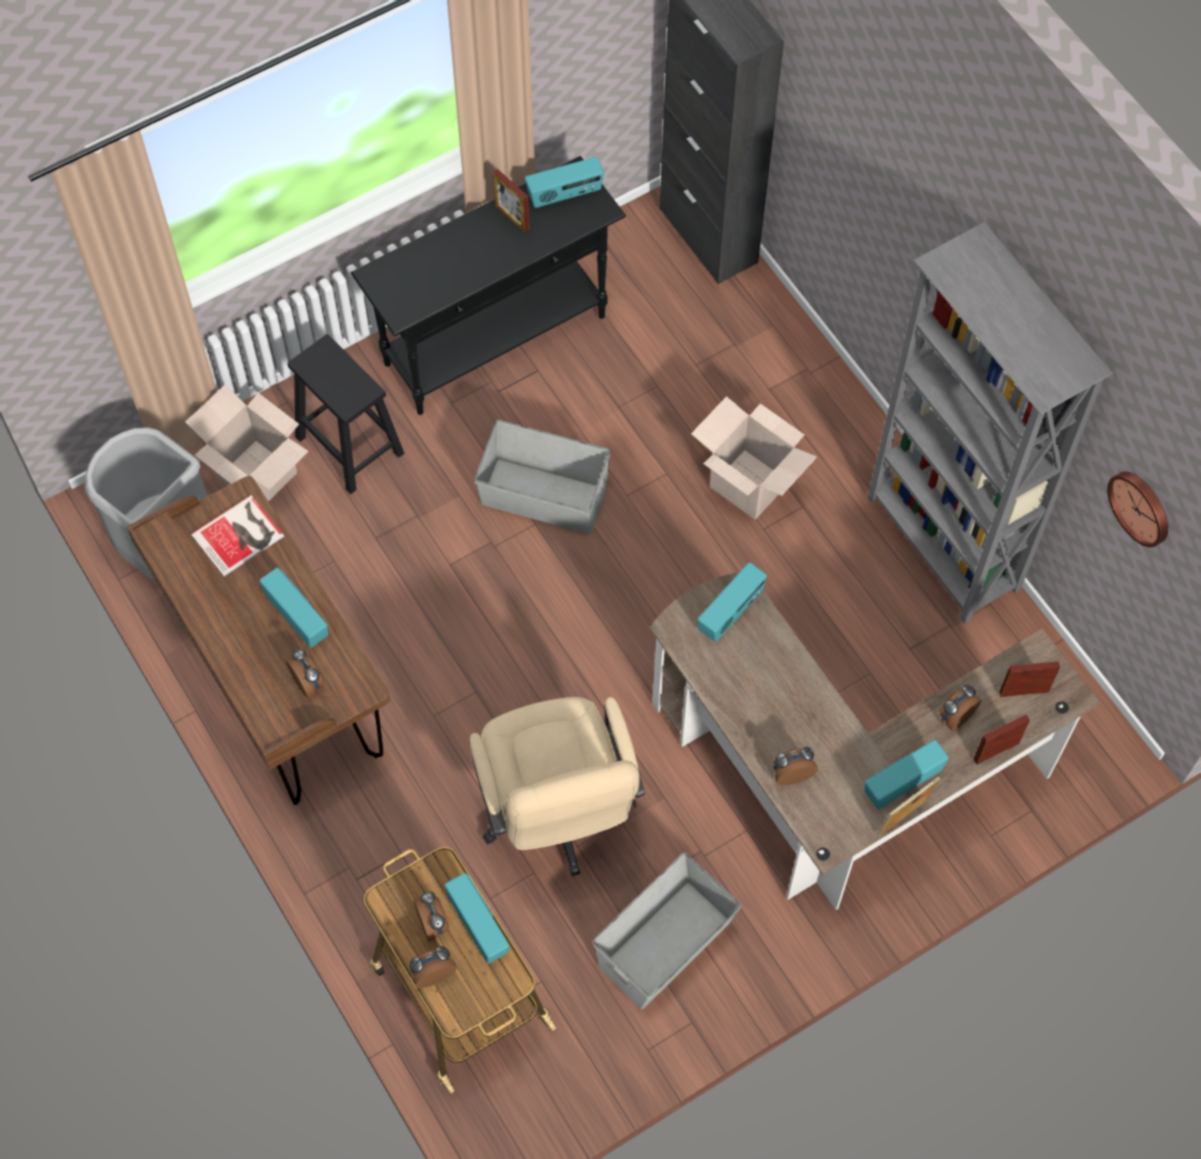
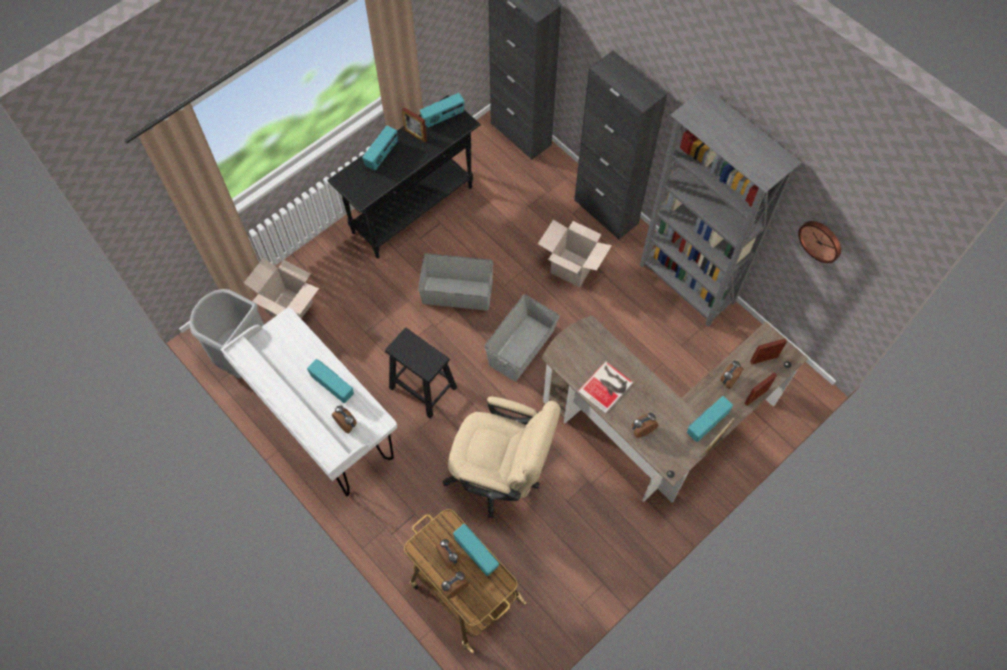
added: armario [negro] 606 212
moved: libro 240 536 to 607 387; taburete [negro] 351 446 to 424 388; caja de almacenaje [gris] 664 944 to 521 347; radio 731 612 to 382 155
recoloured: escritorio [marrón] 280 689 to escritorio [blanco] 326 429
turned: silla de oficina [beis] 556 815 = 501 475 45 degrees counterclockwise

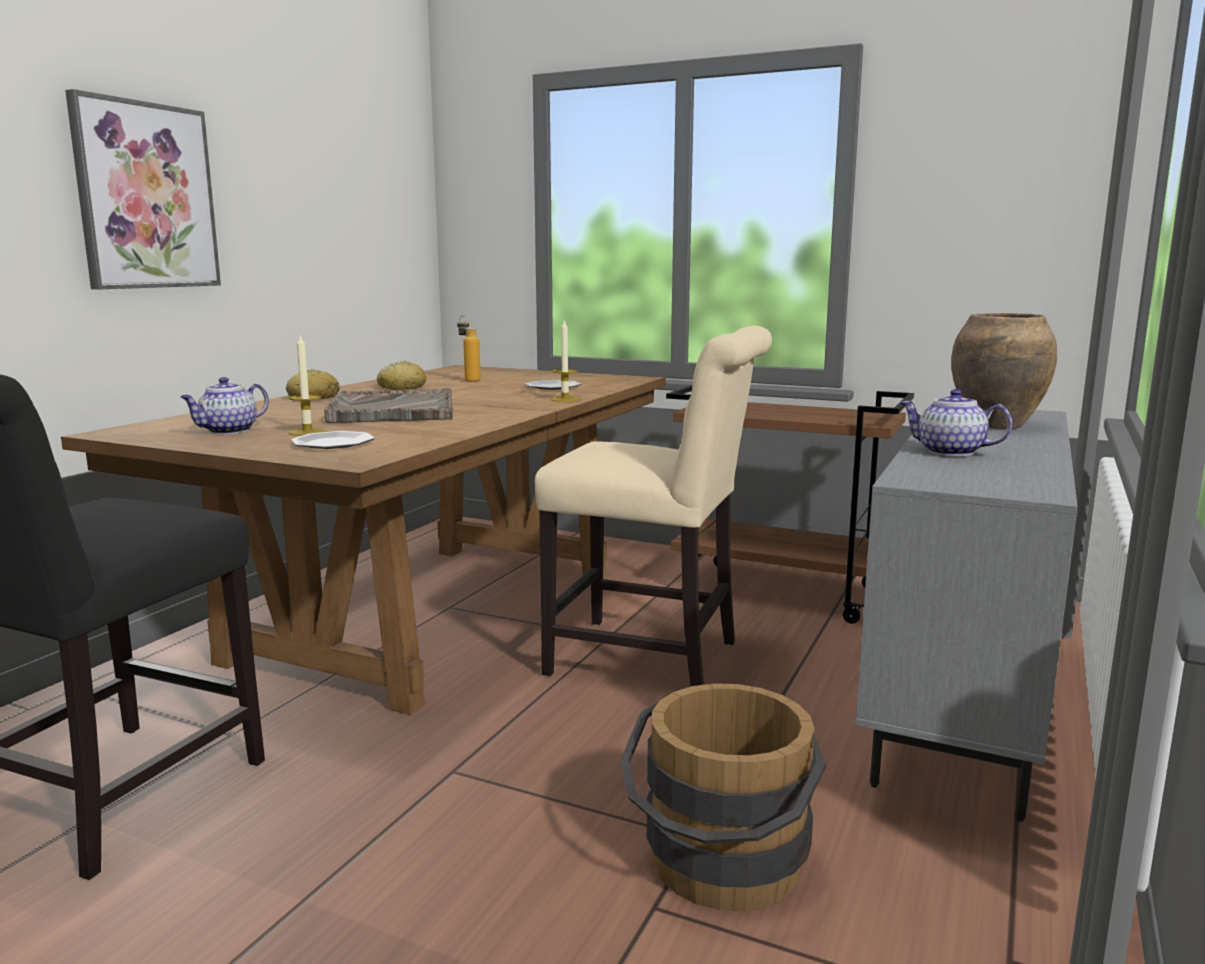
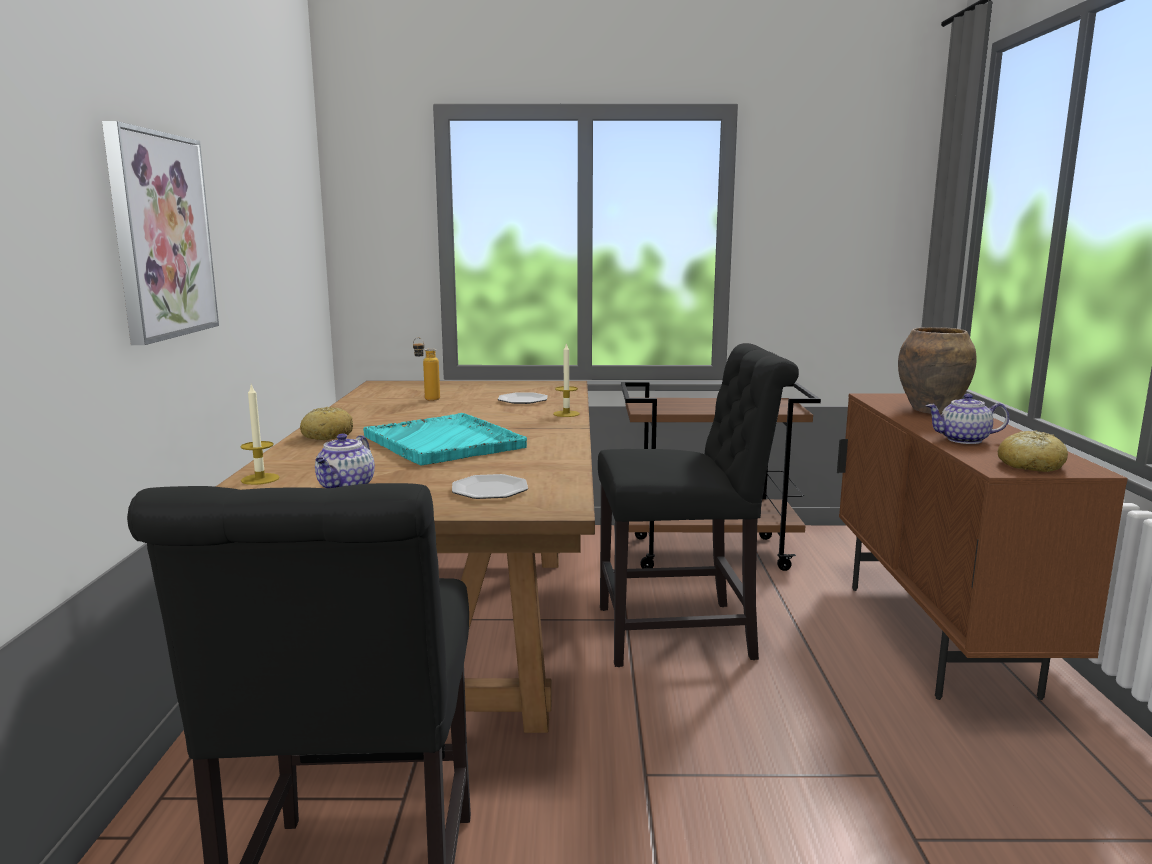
removed: cubo [marrón] 720 870
moved: vela 307 432 to 260 479; pan 401 388 to 1030 465
recoloured: bandeja [gris] 392 410 to bandeja [turquesa] 443 442; silla [beis] 653 660 to silla [negro] 684 633; armario [gris] 959 725 to armario [marrón] 935 637

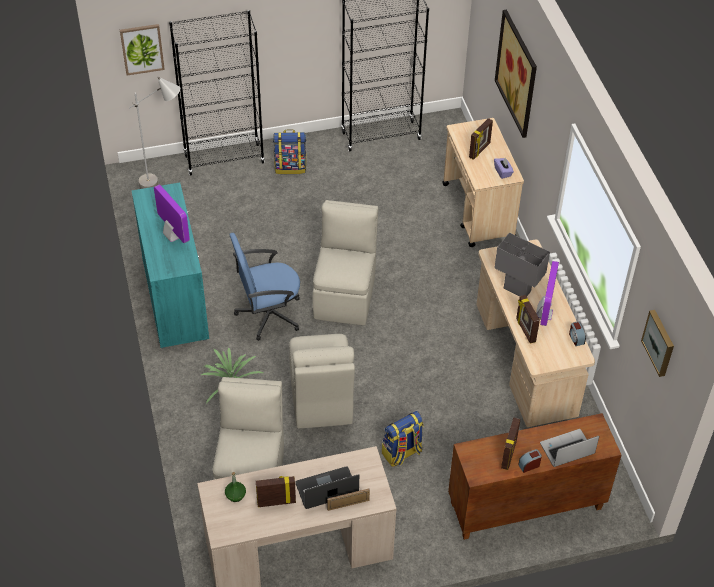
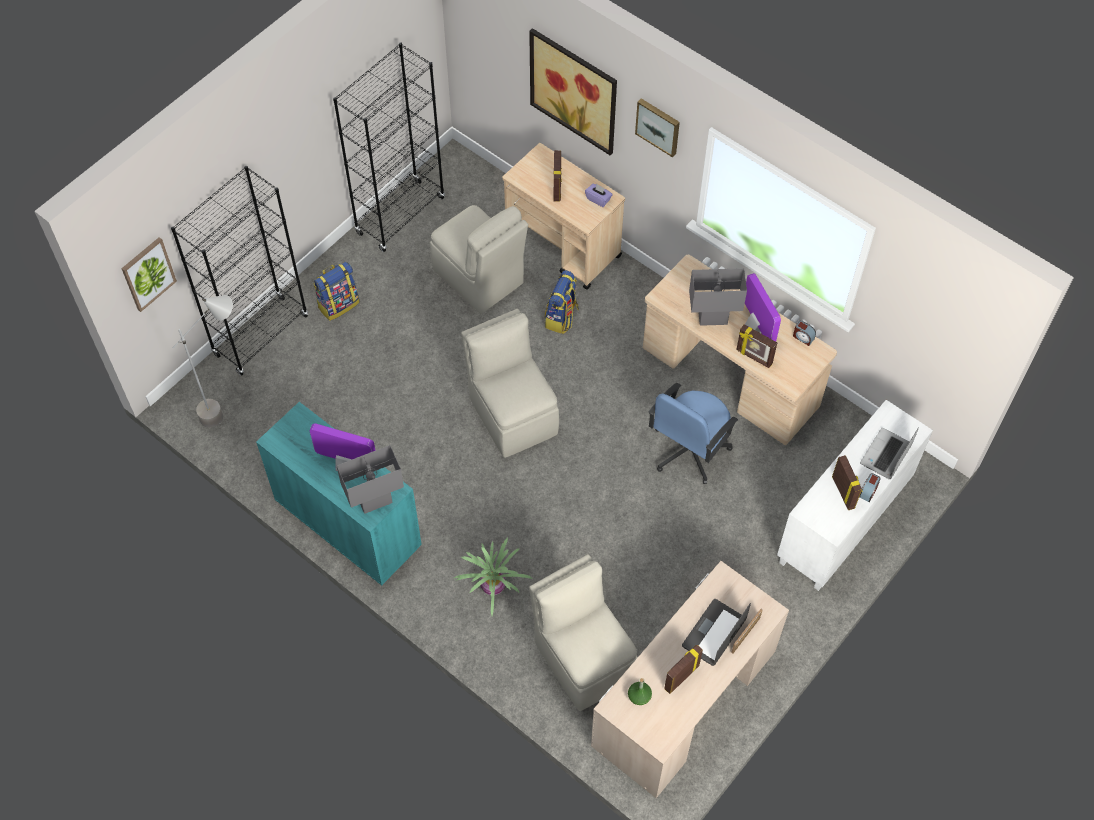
added: lámpara de mesa [gris] 375 502
moved: silla de oficina [azul] 268 314 to 688 450; silla [beis] 321 400 to 479 278; mochila 402 453 to 562 318; cuadro 659 342 to 658 126
recoloured: armario [marrón] 525 507 to armario [blanco] 843 524

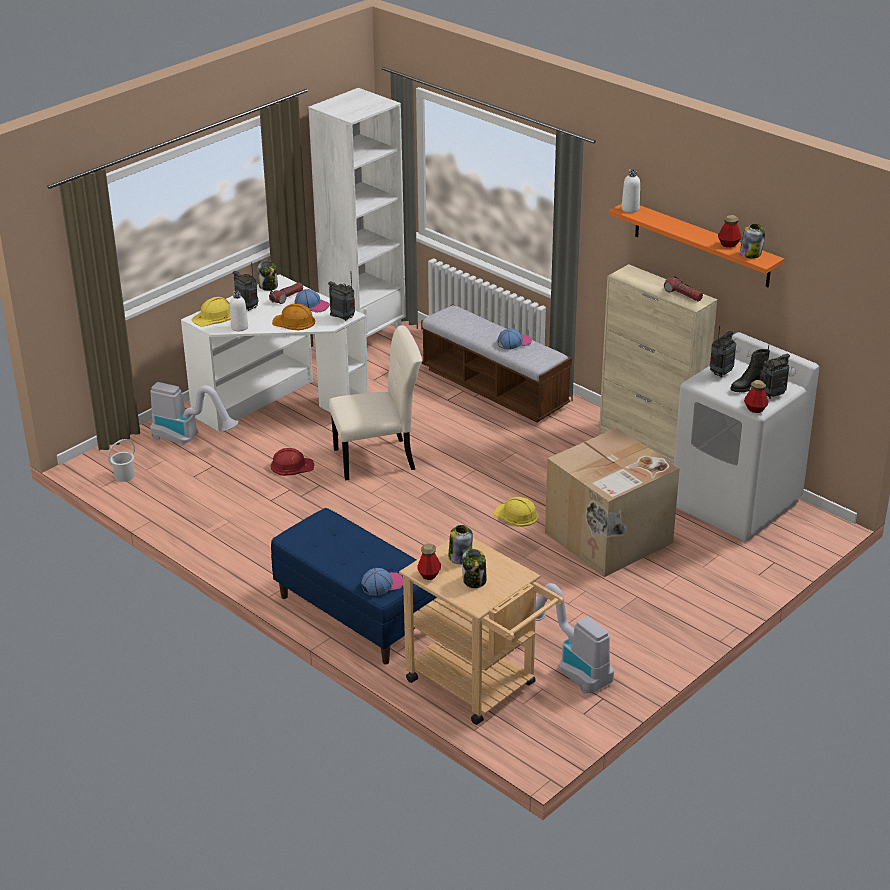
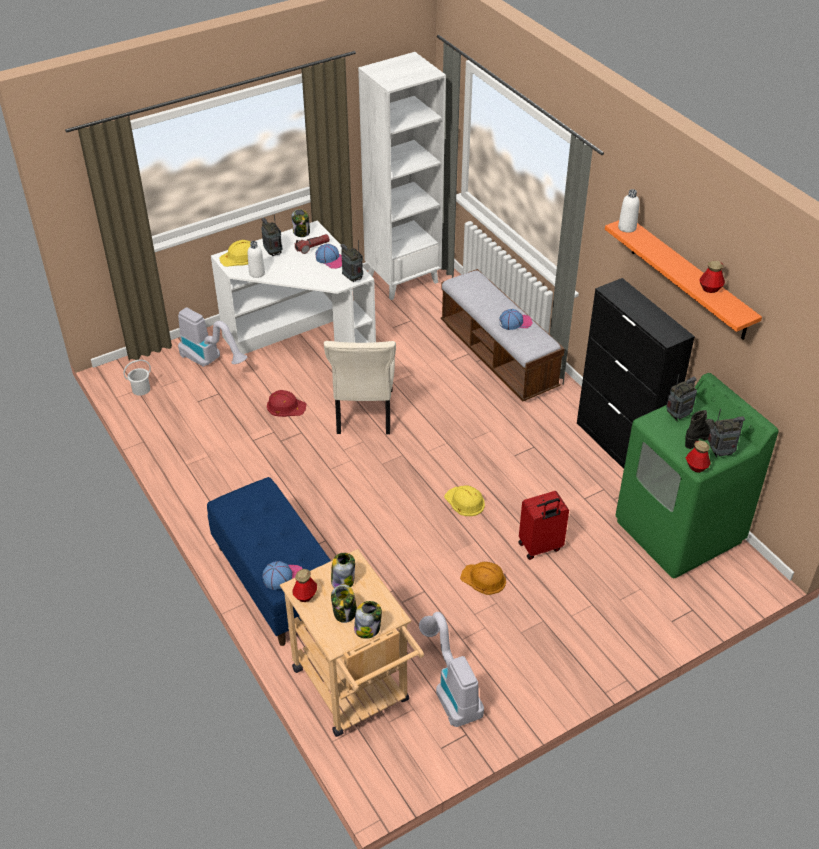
removed: linterna 683 294
moved: casco [naranja] 294 321 to 484 579; tarro 750 254 to 368 628
replaced: caja de cartón 608 539 to maleta [rojo] 540 547
recoloured: armario [beis] 650 445 to armario [negro] 619 447; lavadora [blanco] 736 503 to lavadora [verde] 679 532
turned: silla [beis] 378 459 = 364 414 90 degrees clockwise; bota [negro] 748 386 = 699 437 150 degrees clockwise

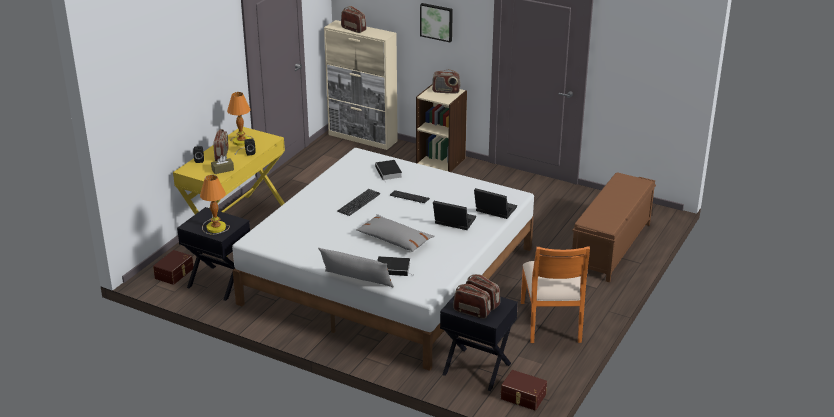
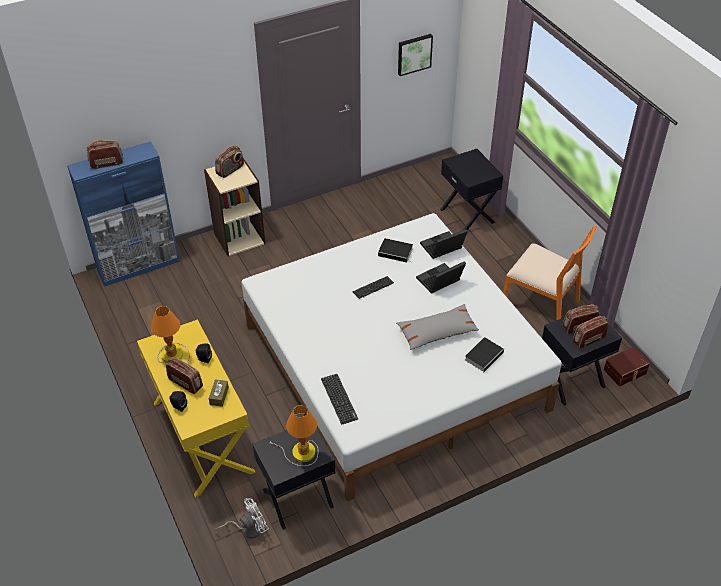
removed: cojín [gris] 356 282
moved: teclado 359 203 to 339 399; libro 389 172 to 396 252; cuadro 437 22 to 414 54
replaced: caja de almacenaje [marrón] 175 273 to ventilador [blanco] 248 529; banco [marrón] 611 247 to mesita de noche [negro] 468 215
recoloured: armario [beis] 363 138 to armario [azul] 139 266

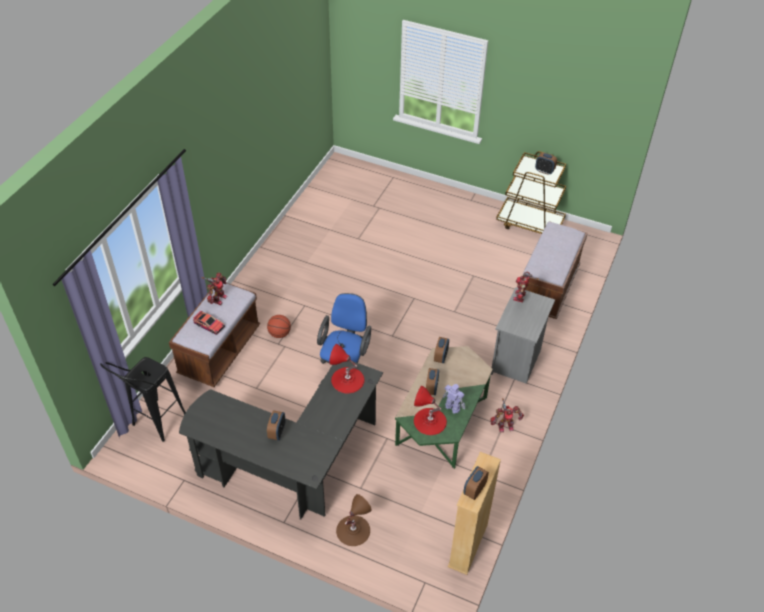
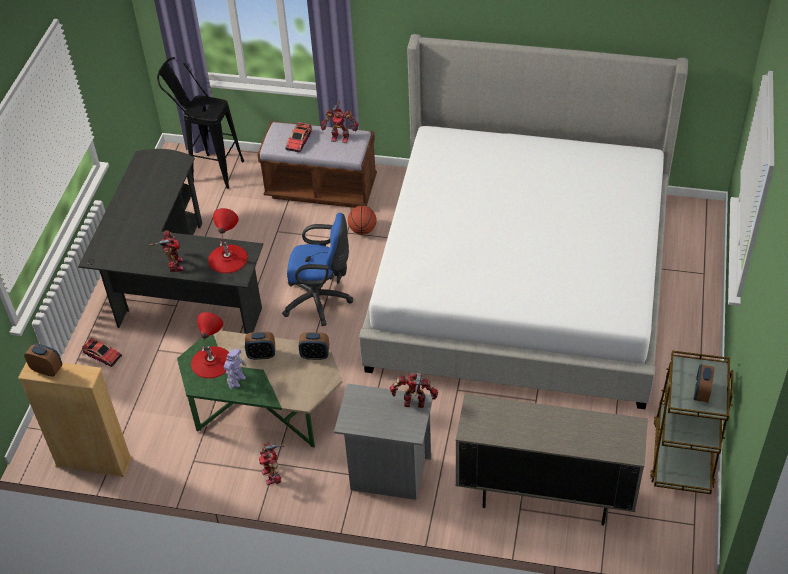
removed: despertador 277 432
added: robot de juguete 174 265; cama 521 280
replaced: lámpara de mesa [marrón] 353 530 to coche de juguete 103 355; banco [marrón] 548 288 to armario [beis] 545 496

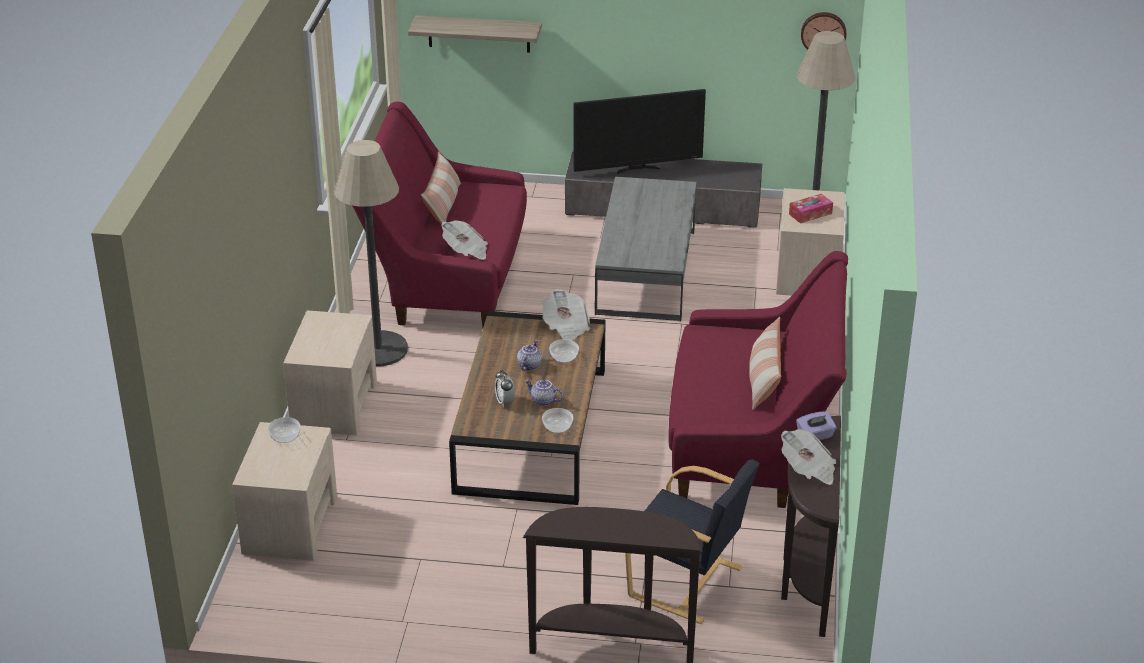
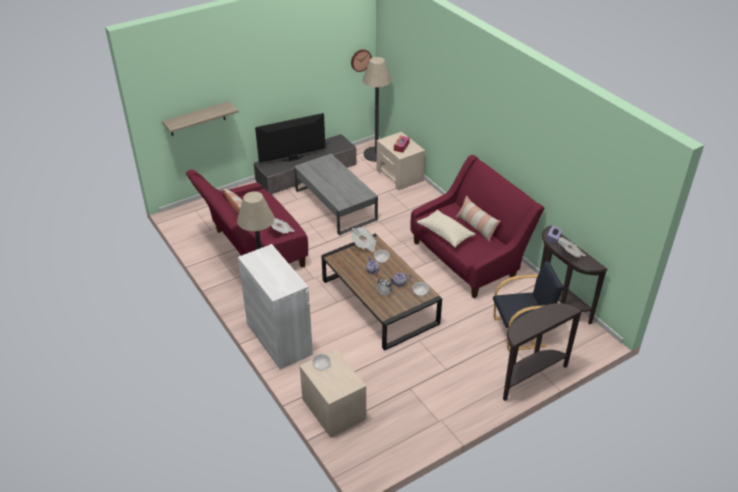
added: cojín [beis] 445 234
replaced: mesita de noche [beis] 334 404 to armario [blanco] 279 339
turned: televisor 637 169 = 293 158 150 degrees counterclockwise

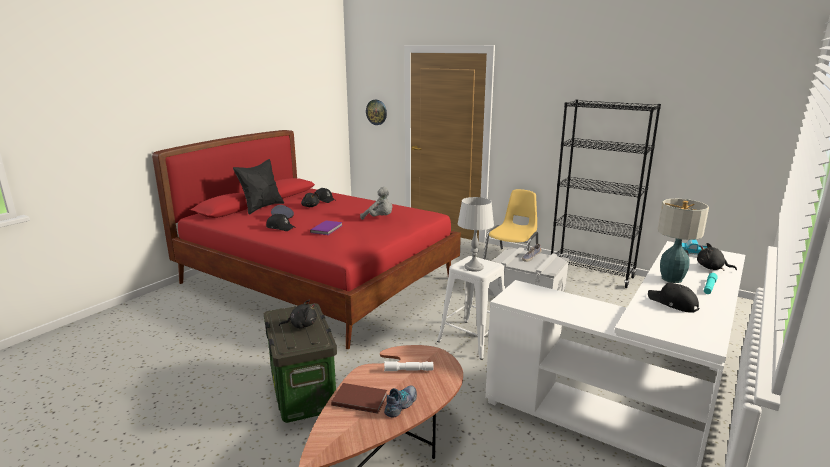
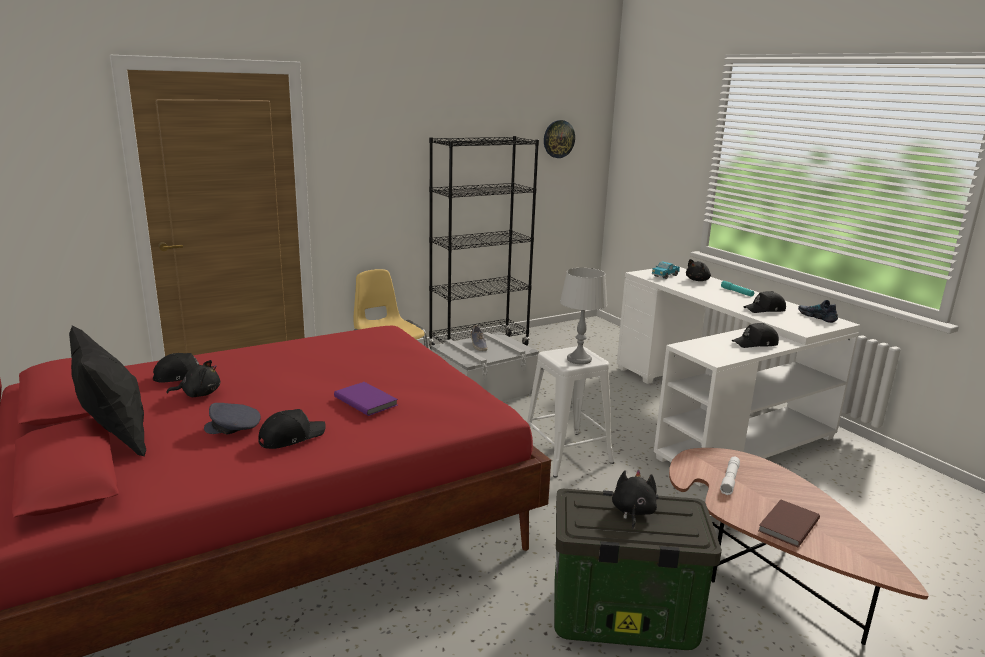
removed: peluche [gris] 379 218; lámpara de mesa 672 279
added: gorra [negro] 755 343
moved: reloj de pared 376 112 to 558 139; zapato 401 405 to 817 317

